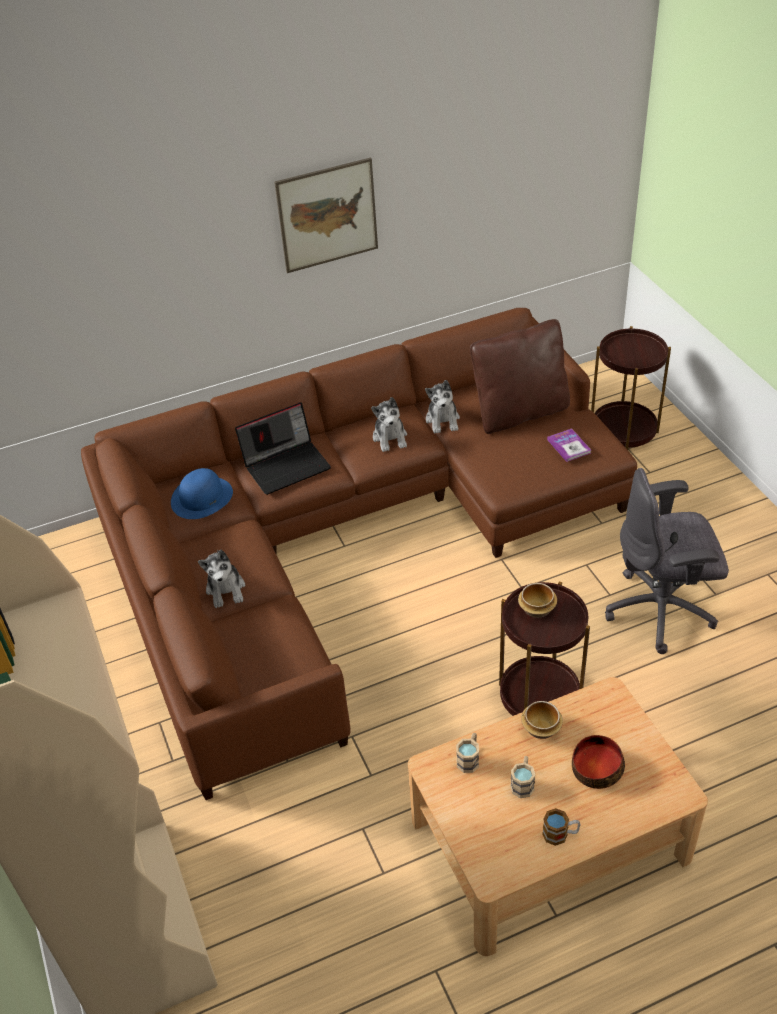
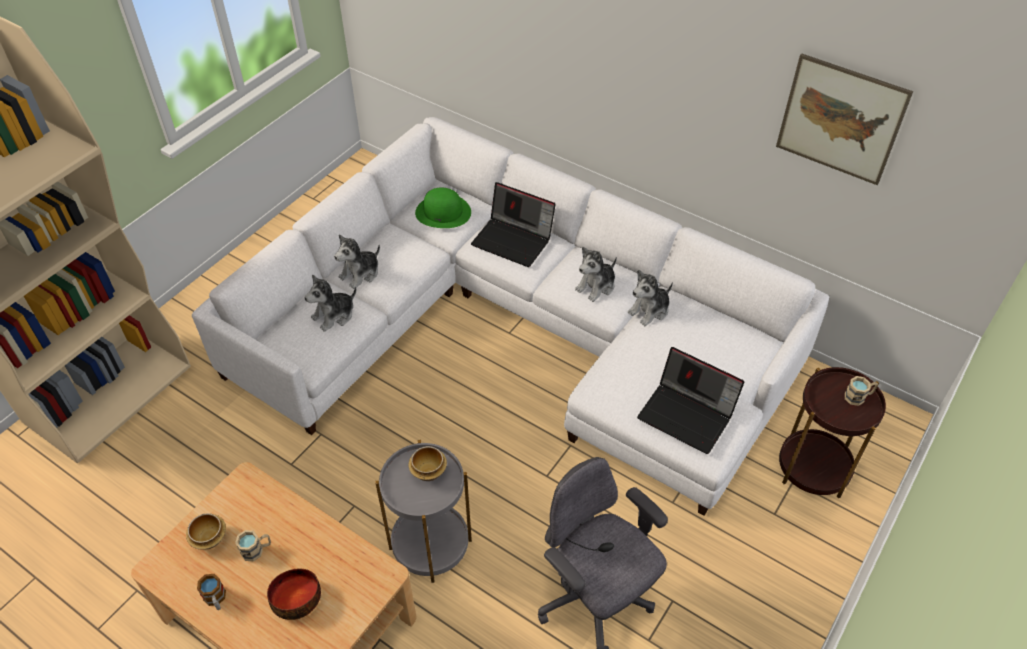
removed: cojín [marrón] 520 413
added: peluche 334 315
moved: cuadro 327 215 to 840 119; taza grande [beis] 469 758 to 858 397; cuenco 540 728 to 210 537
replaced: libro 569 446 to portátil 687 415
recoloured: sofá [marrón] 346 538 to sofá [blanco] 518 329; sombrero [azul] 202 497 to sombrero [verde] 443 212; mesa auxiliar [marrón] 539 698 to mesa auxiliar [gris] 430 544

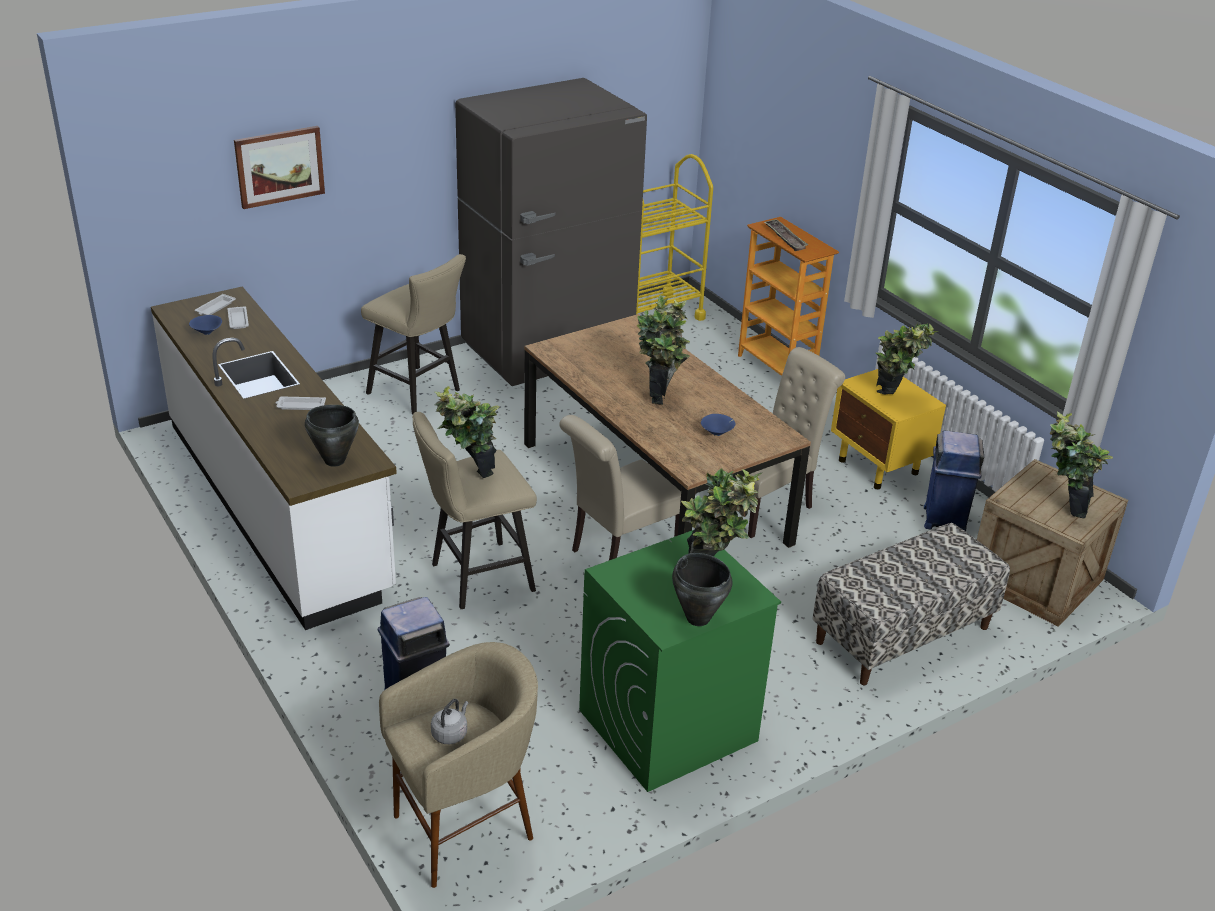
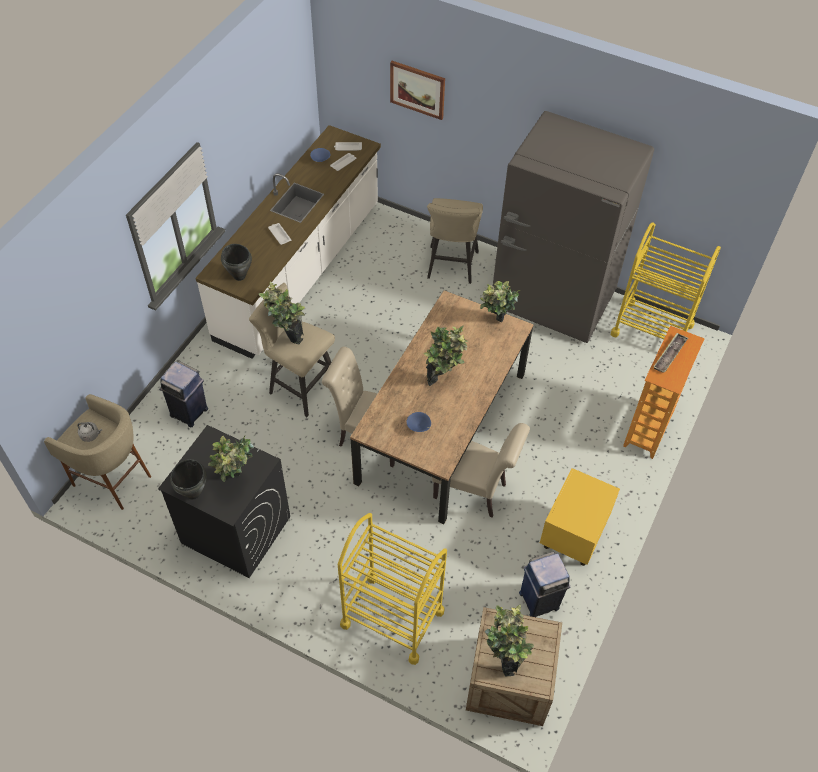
moved: planta en maceta 895 400 to 495 326
replaced: banco 902 635 to carrito [amarillo] 392 618
recoloured: lavadora [verde] 667 726 to lavadora [negro] 235 529

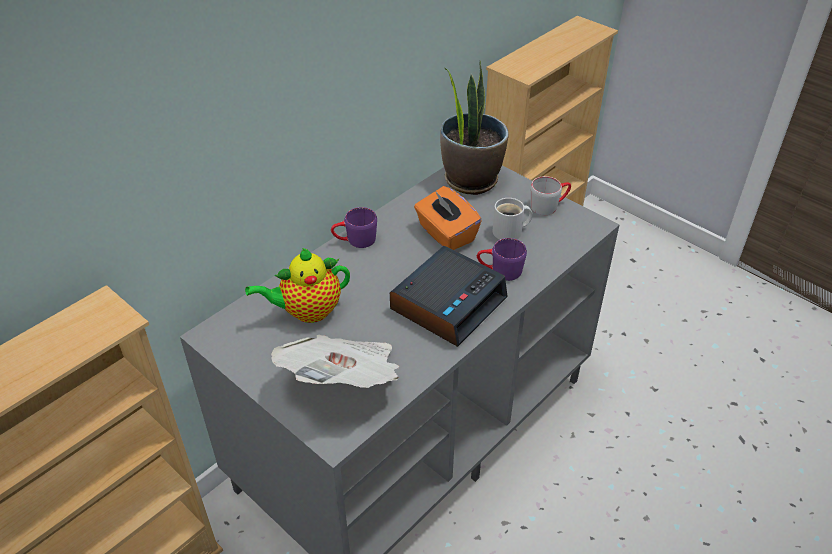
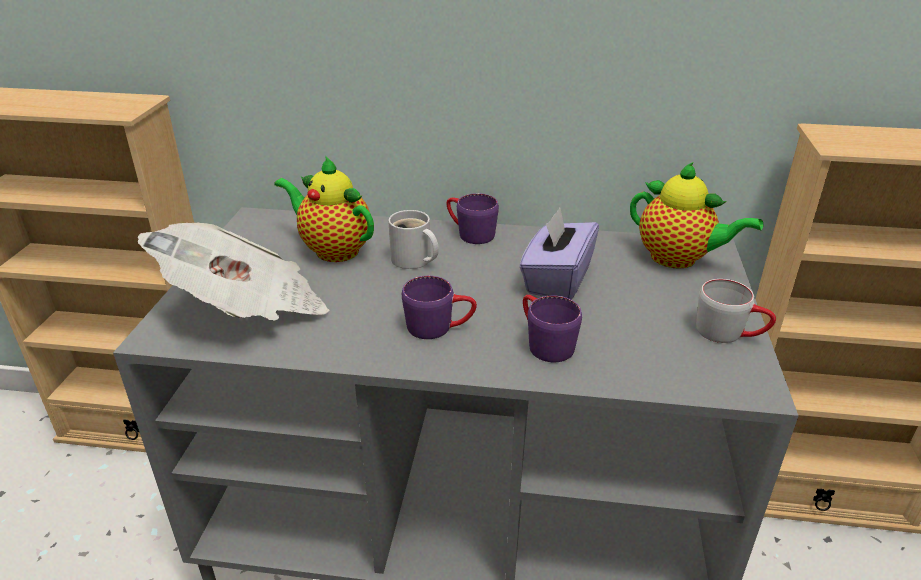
moved: taza grande [blanco] 510 232 to 413 261
replaced: despertador 448 303 to taza grande [morado] 439 327; planta en maceta 470 180 to tetera 678 259
recoloured: caja de pañuelos [naranja] 446 234 to caja de pañuelos [morado] 557 280

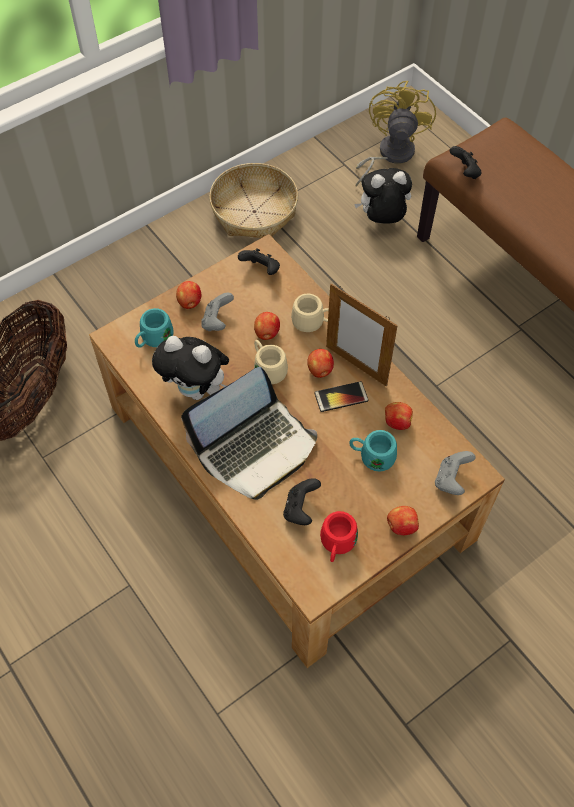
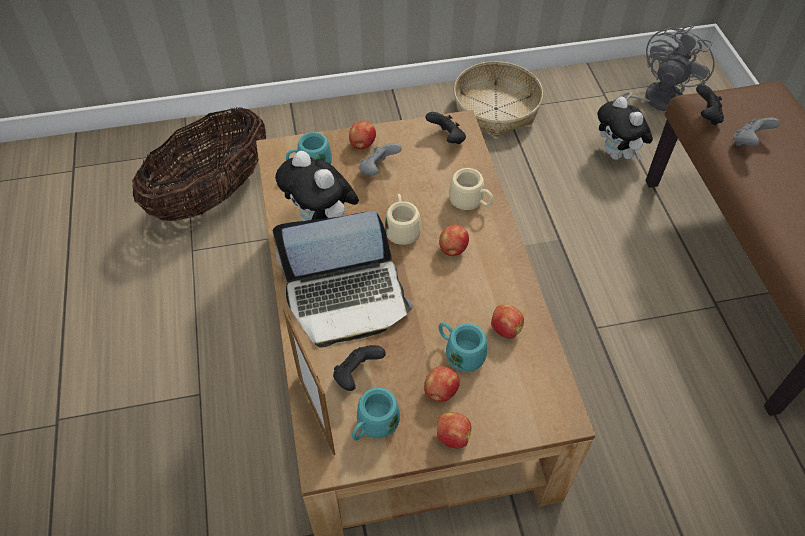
removed: móvil 341 397
moved: manzana 267 333 to 440 392; portarretratos 356 365 to 316 413; mando de consola [gris] 451 480 to 749 142
recoloured: taza grande [rojo] 336 545 to taza grande [turquesa] 373 426; ventilador [amarillo] 389 155 to ventilador [gris] 654 100
turned: peluche 382 220 = 617 155 135 degrees counterclockwise

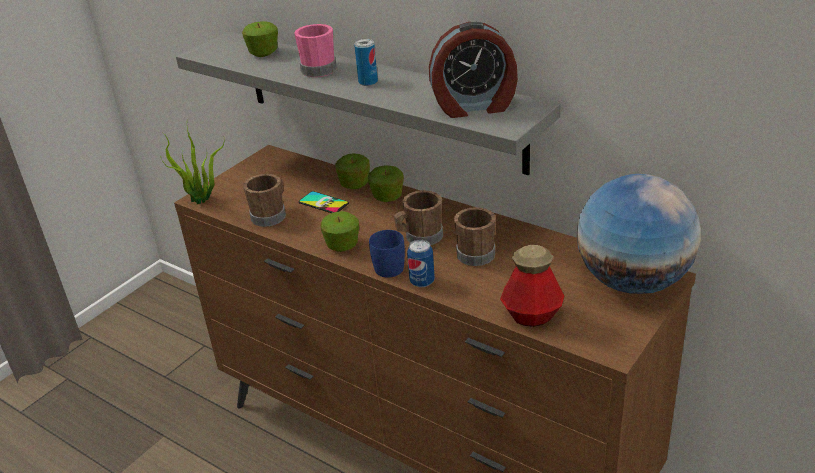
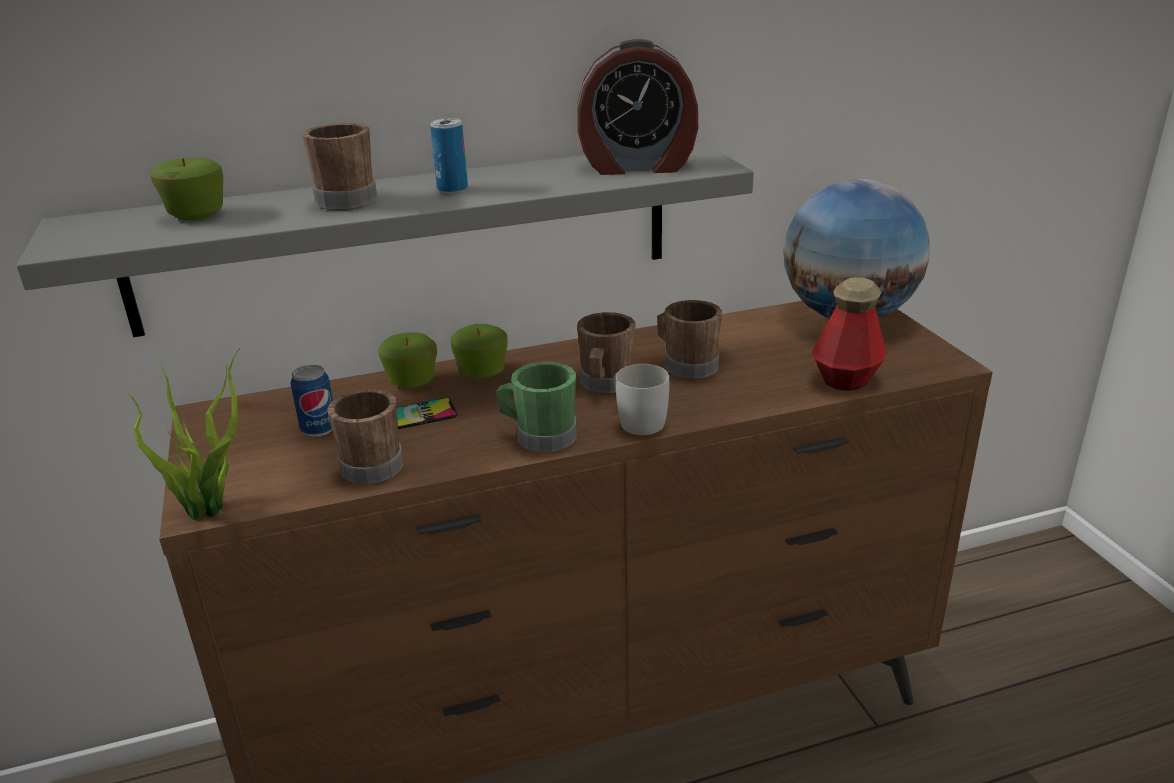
moved: lata 422 282 to 319 430
replaced: manzana 342 245 to taza grande [verde] 539 436
recoloured: taza grande [rosa] 320 68 to taza grande [marrón] 342 199; taza grande [azul] 391 265 to taza grande [blanco] 636 420
turned: despertador 474 106 = 637 166 60 degrees clockwise

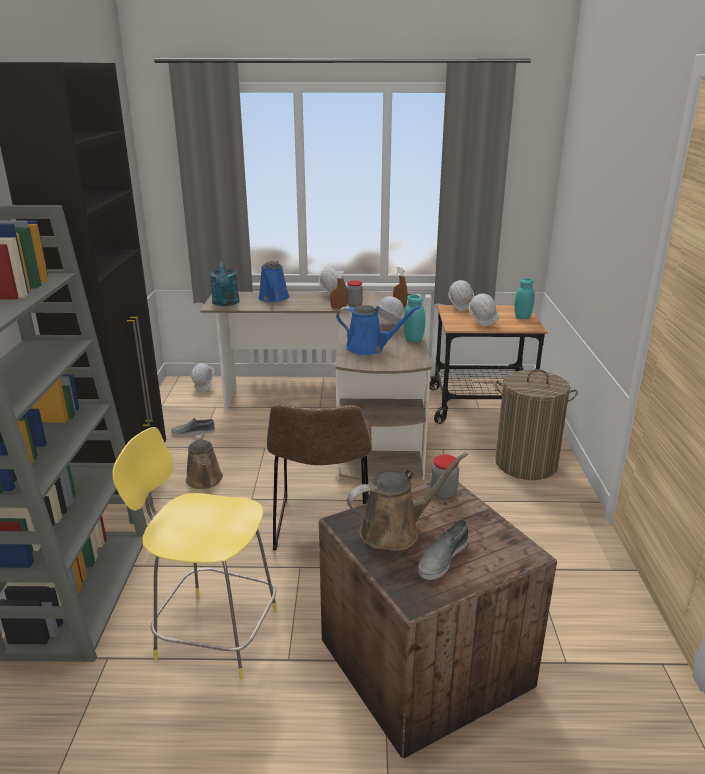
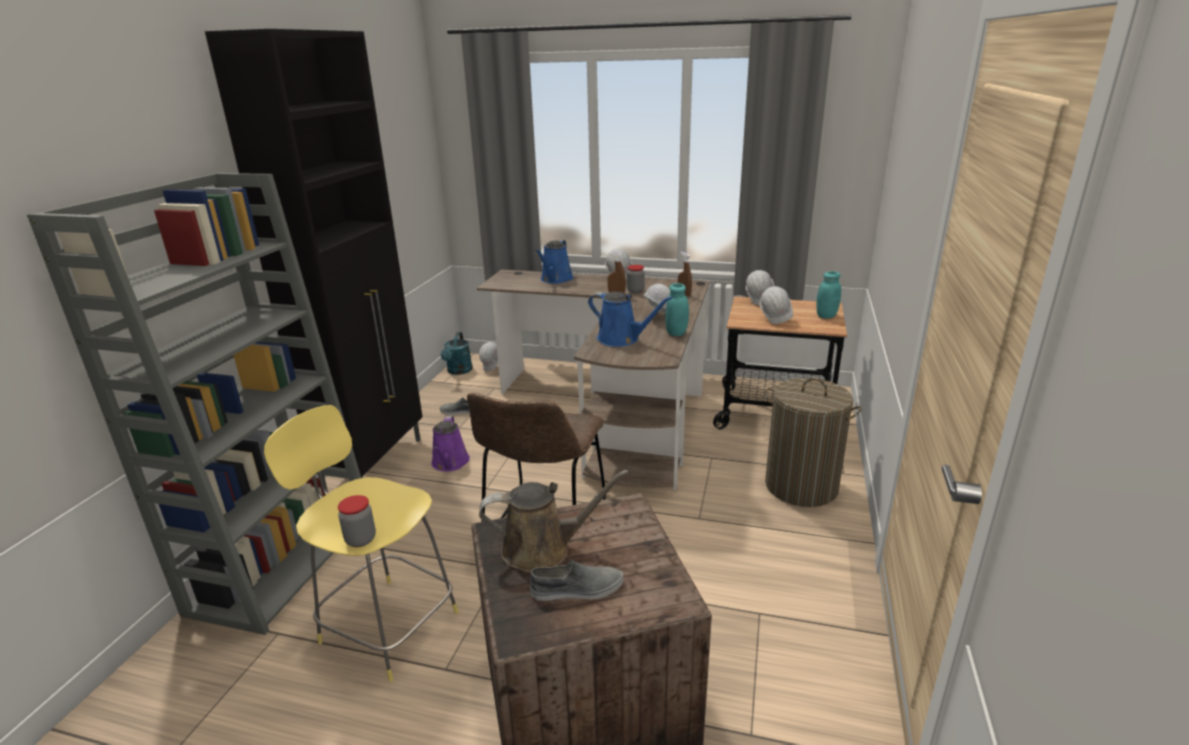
moved: regadera [turquesa] 226 303 to 458 371; tarro 443 493 to 361 539
recoloured: regadera [marrón] 205 481 to regadera [morado] 450 463
turned: zapato [gris] 442 557 = 577 589 150 degrees counterclockwise

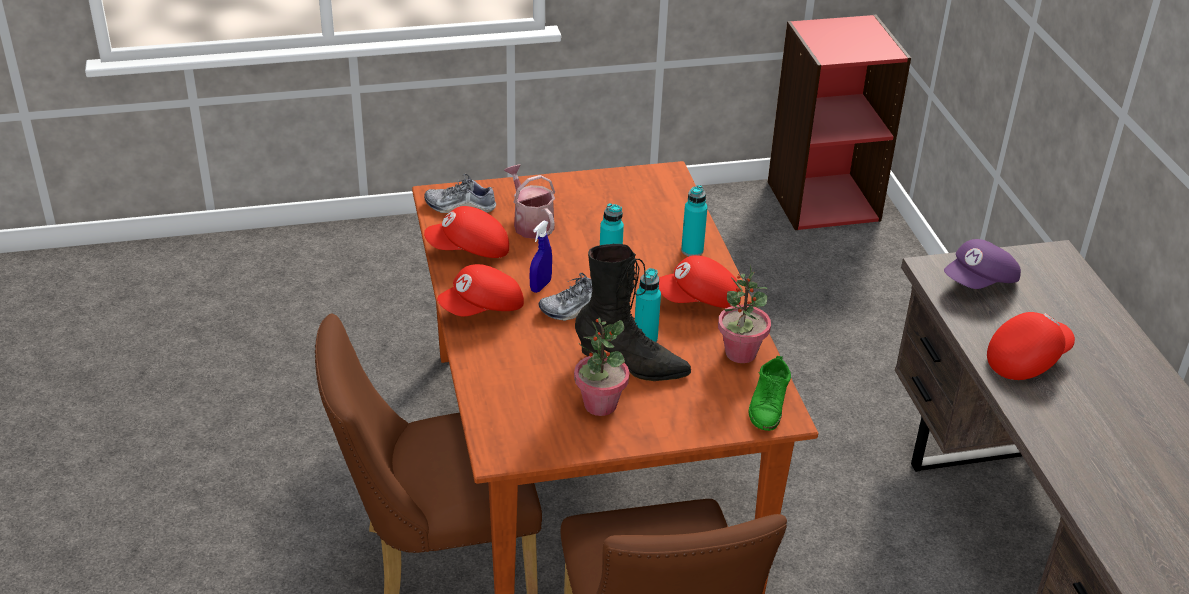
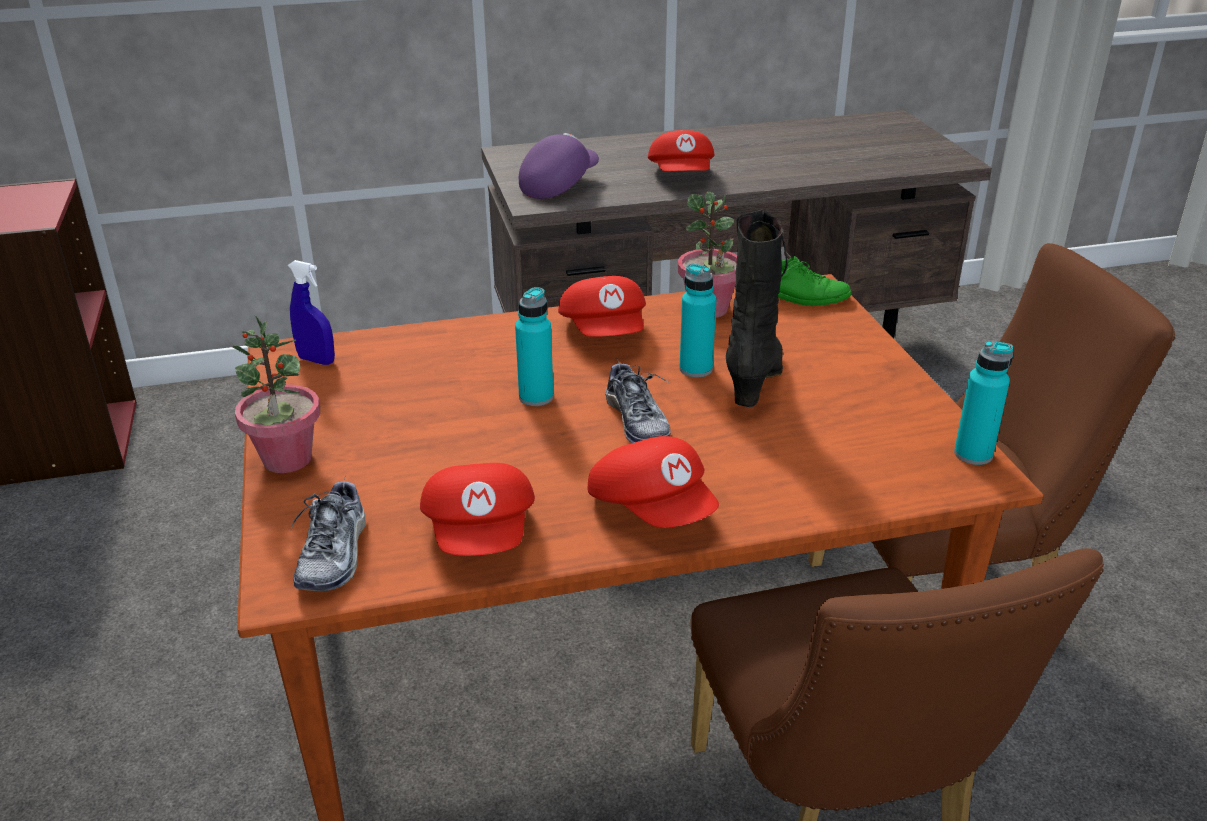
removed: regadera 531 223
moved: pulverizador [azul] 540 286 to 316 360; planta en maceta 599 405 to 287 459; botella [turquesa] 692 250 to 973 454
turned: gorra [morado] 980 282 = 558 185 105 degrees counterclockwise; gorra [rojo] 1026 359 = 682 176 150 degrees counterclockwise

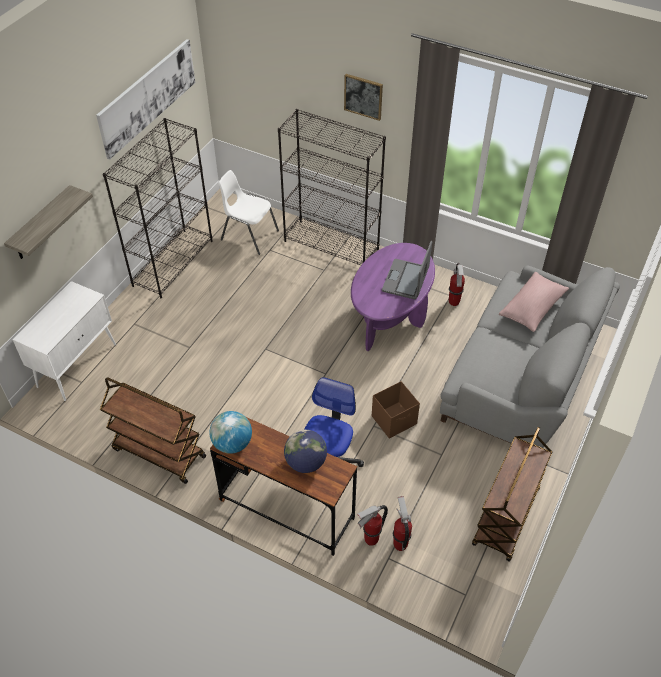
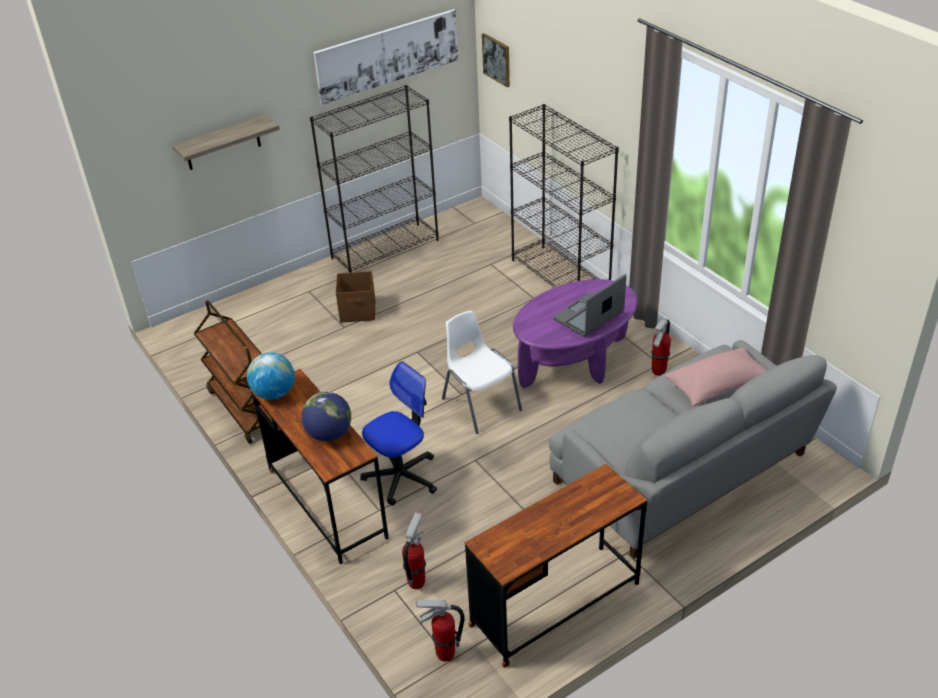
removed: armario [blanco] 77 365
moved: silla [blanco] 249 235 to 480 404; cuadro 363 96 to 497 59; extintor 370 540 to 444 654; caja de almacenaje [marrón] 394 420 to 358 311
replaced: carrito [marrón] 506 517 to escritorio [marrón] 555 604

